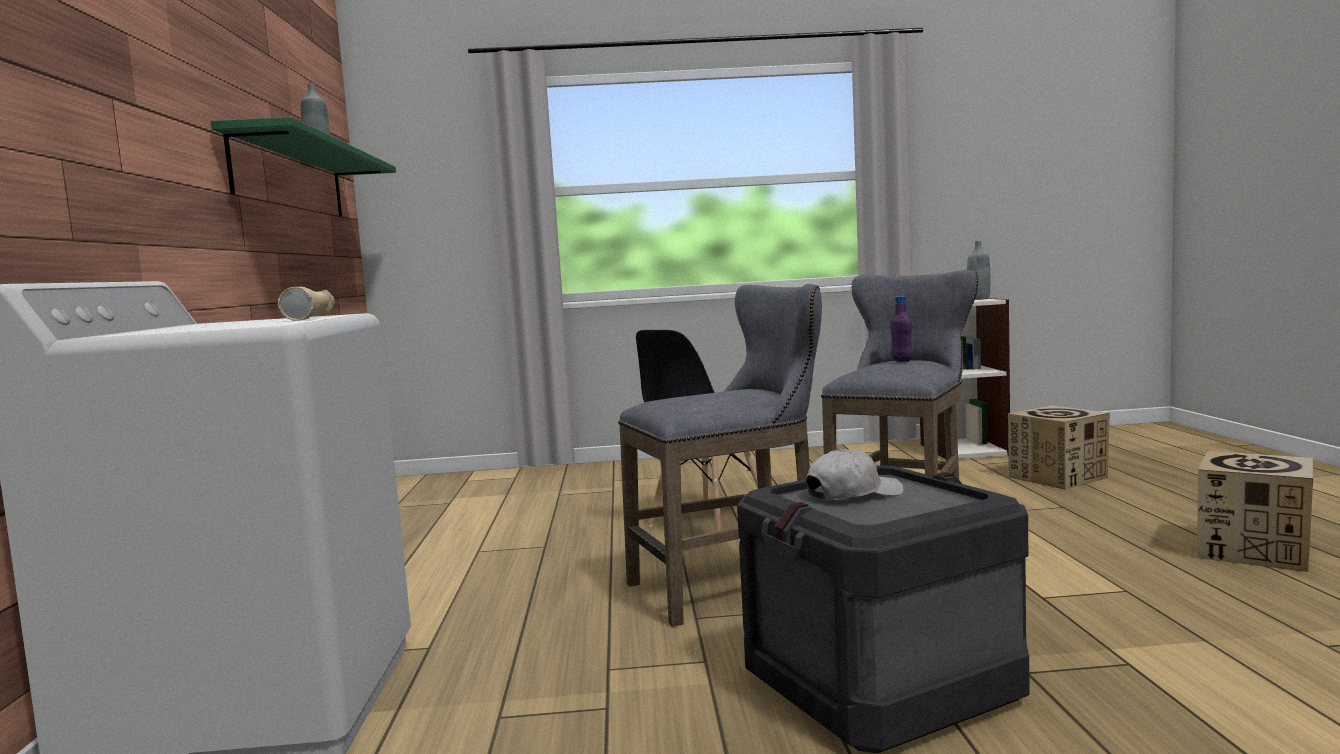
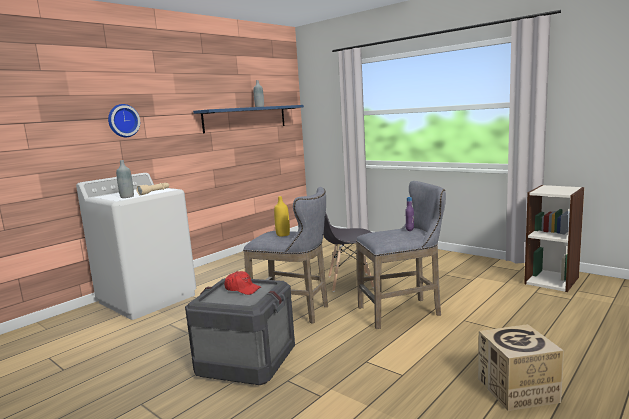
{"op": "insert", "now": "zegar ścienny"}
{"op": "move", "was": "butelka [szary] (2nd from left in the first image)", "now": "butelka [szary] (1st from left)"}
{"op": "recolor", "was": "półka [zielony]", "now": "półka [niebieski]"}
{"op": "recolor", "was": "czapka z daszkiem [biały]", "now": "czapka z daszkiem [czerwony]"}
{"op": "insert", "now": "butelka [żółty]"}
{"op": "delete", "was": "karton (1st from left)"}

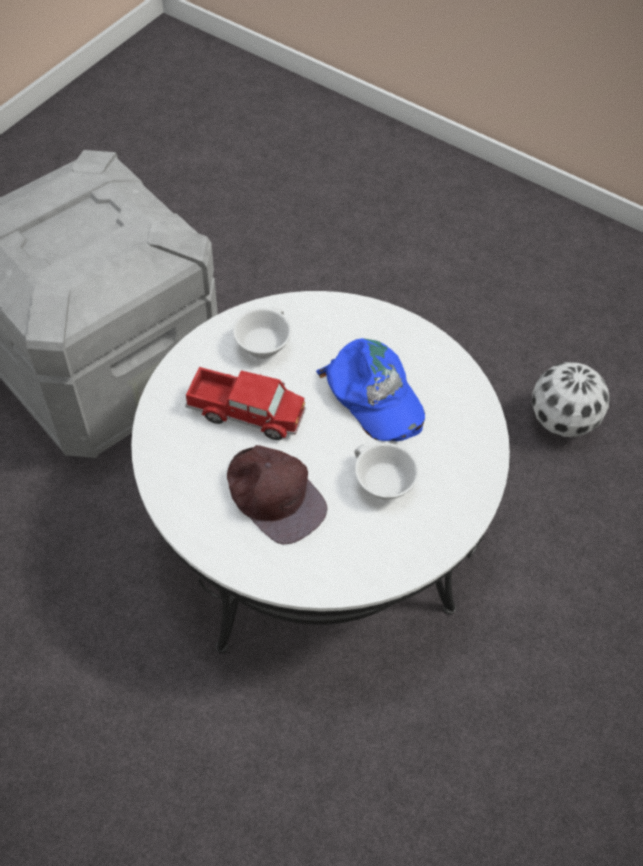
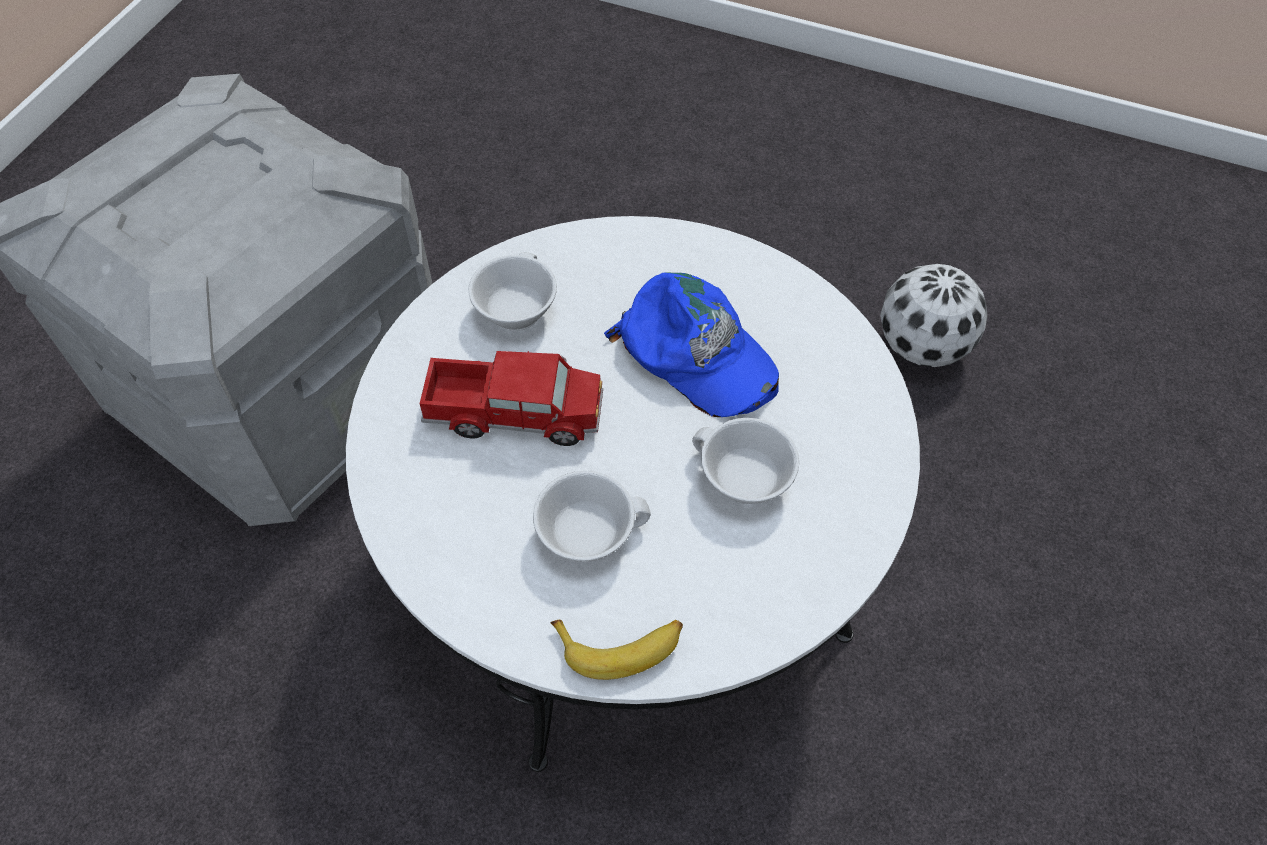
{"op": "replace", "was": "czapka z daszkiem [brązowy]", "now": "filiżanka [biały] (2nd from left)"}
{"op": "insert", "now": "banan"}

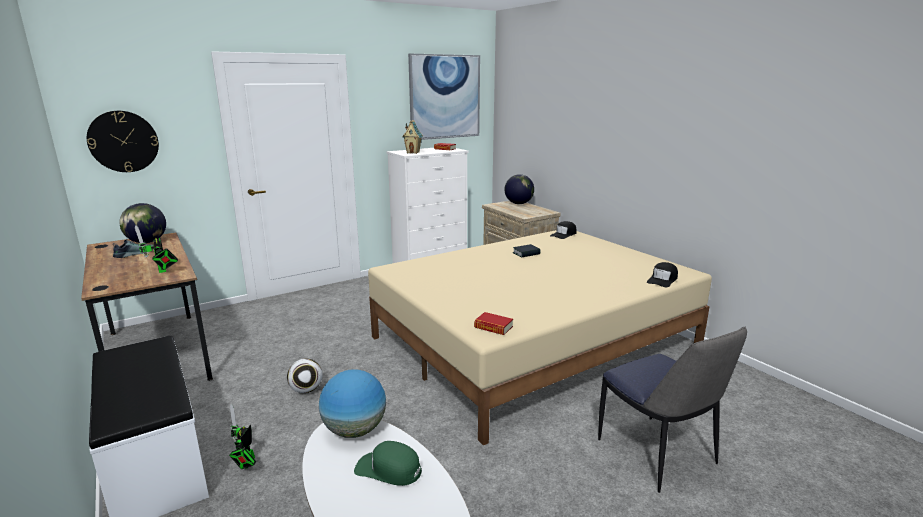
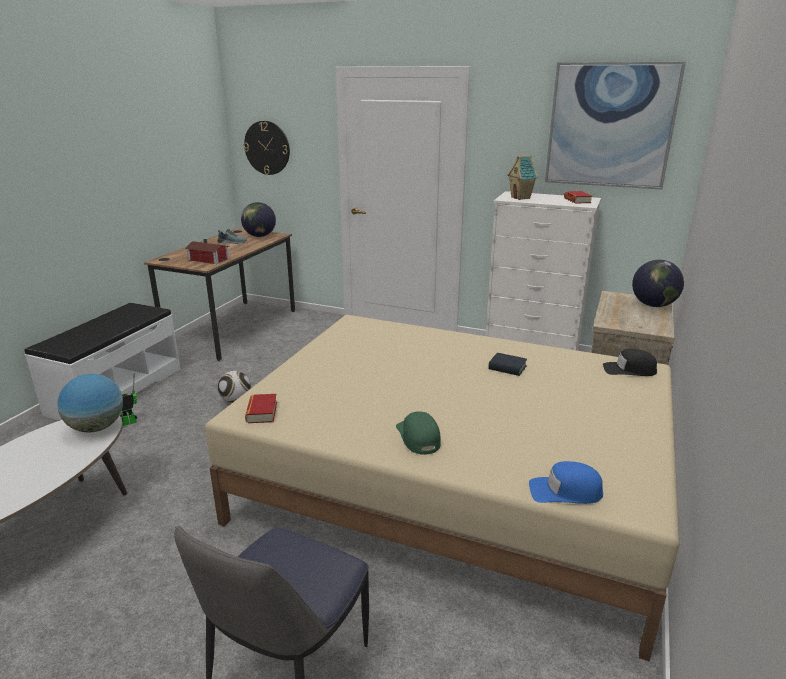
{"op": "replace", "was": "robot zabawkowy (1st from left)", "now": "domek (1st from left)"}
{"op": "move", "was": "czapka z daszkiem [zielony]"}
{"op": "recolor", "was": "czapka z daszkiem [czarny] (2nd from left)", "now": "czapka z daszkiem [niebieski]"}

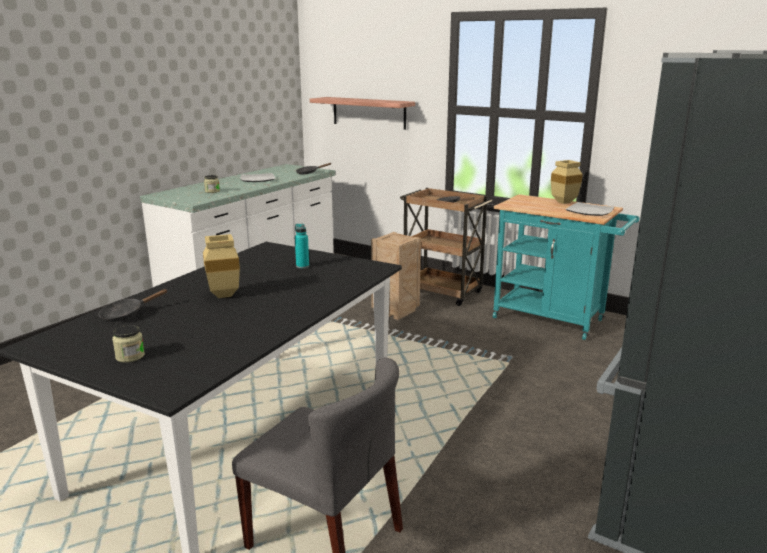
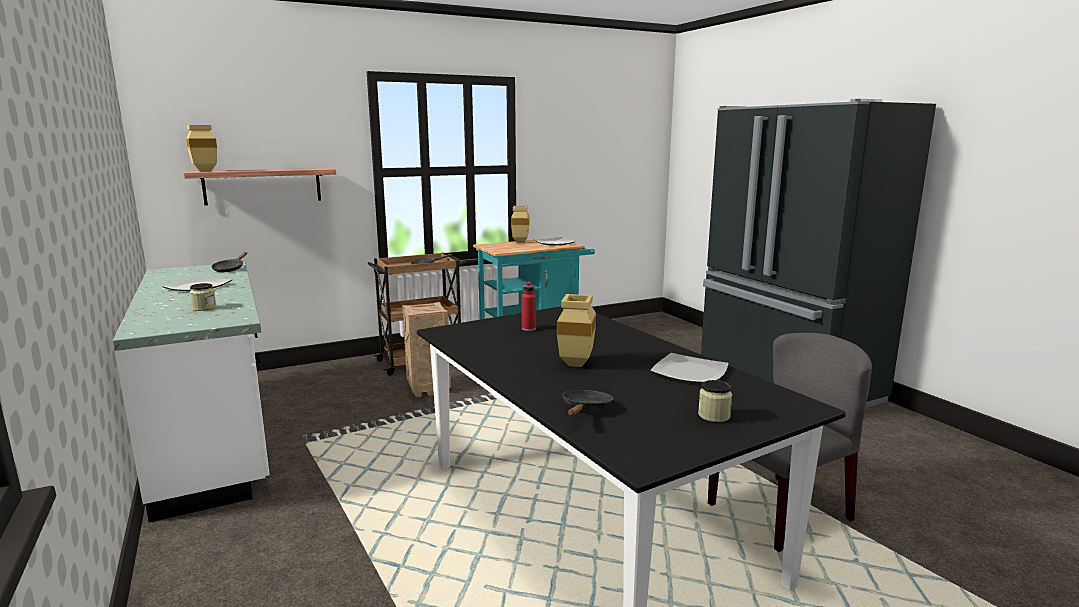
{"op": "insert", "now": "wazon [beżowy] (1st from left)"}
{"op": "recolor", "was": "butelka [turkusowy]", "now": "butelka [czerwony]"}
{"op": "rotate", "was": "patelnia [czarny] (1st from left in the first image)", "clockwise": -150}
{"op": "insert", "now": "talerz (3rd from left)"}

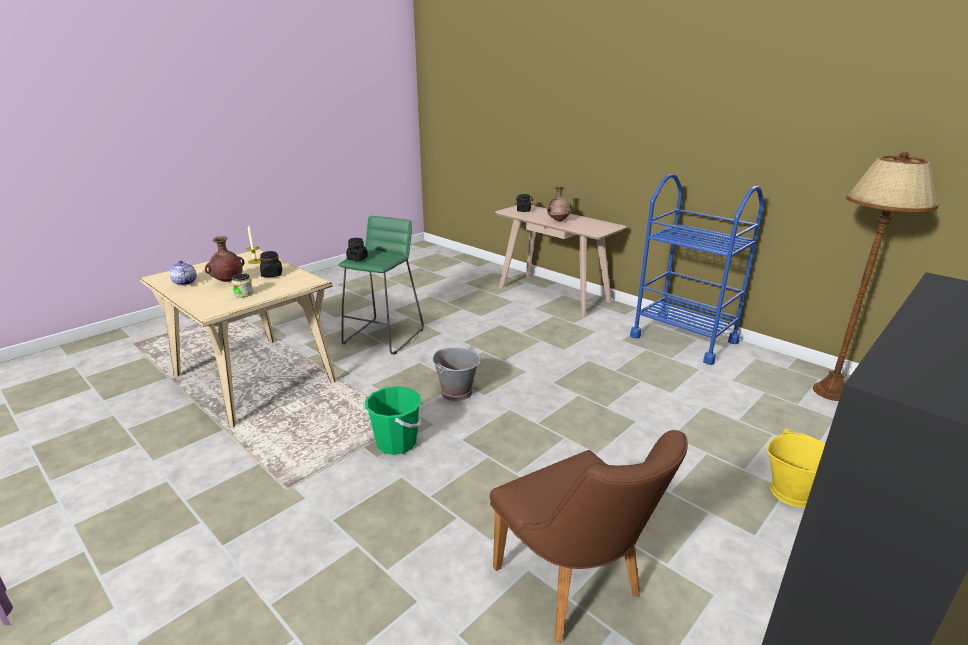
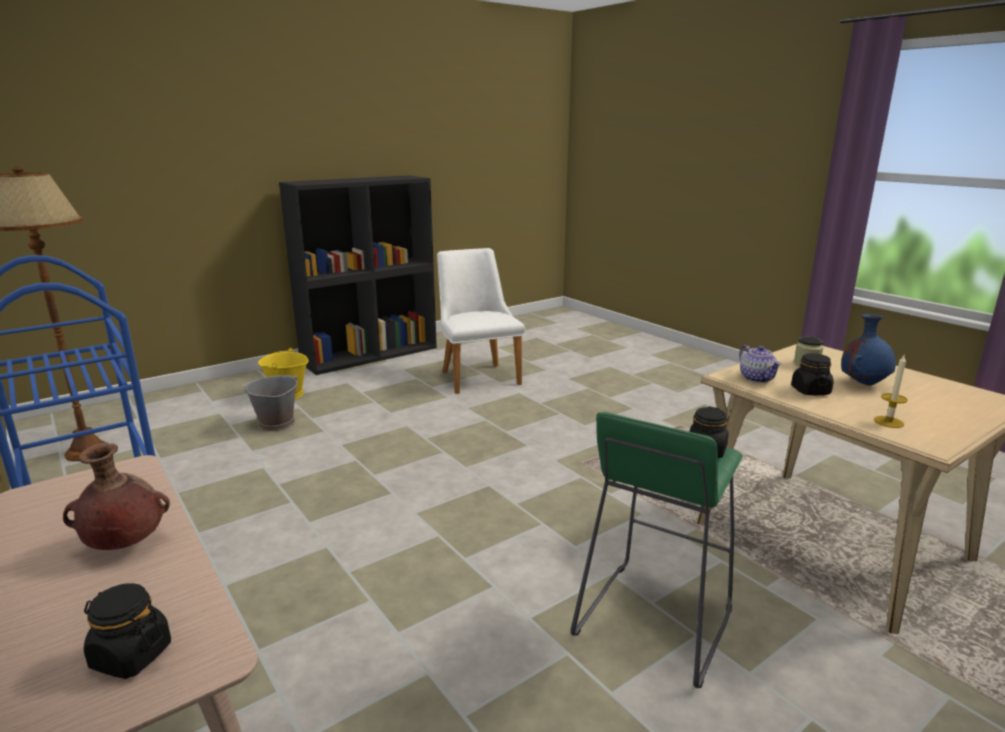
{"op": "move", "was": "wiadro [szary]"}
{"op": "recolor", "was": "krzesło [brązowy]", "now": "krzesło [biały]"}
{"op": "move", "was": "imbryk"}
{"op": "recolor", "was": "wazon [brązowy] (1st from left)", "now": "wazon [niebieski]"}
{"op": "delete", "was": "wiadro [zielony]"}

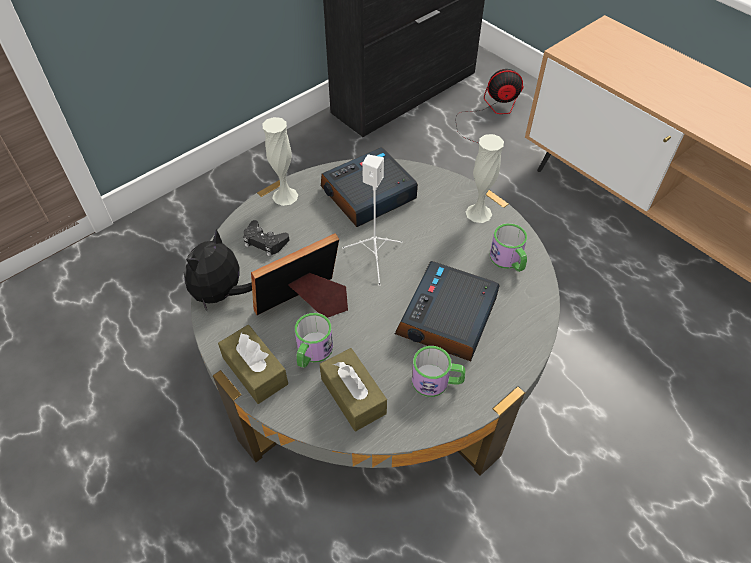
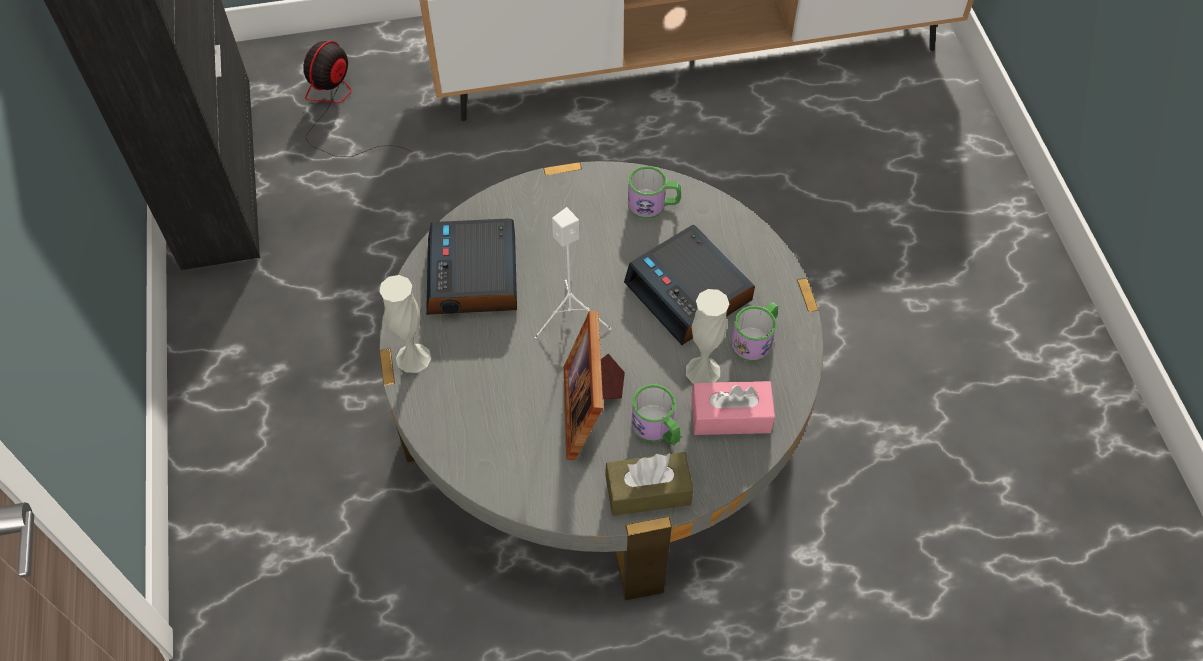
{"op": "move", "was": "wazon [biały] (2nd from left)"}
{"op": "recolor", "was": "pudełko chusteczek [brązowy] (2nd from left)", "now": "pudełko chusteczek [różowy]"}
{"op": "delete", "was": "pluszak"}
{"op": "delete", "was": "pad do gier [czarny]"}

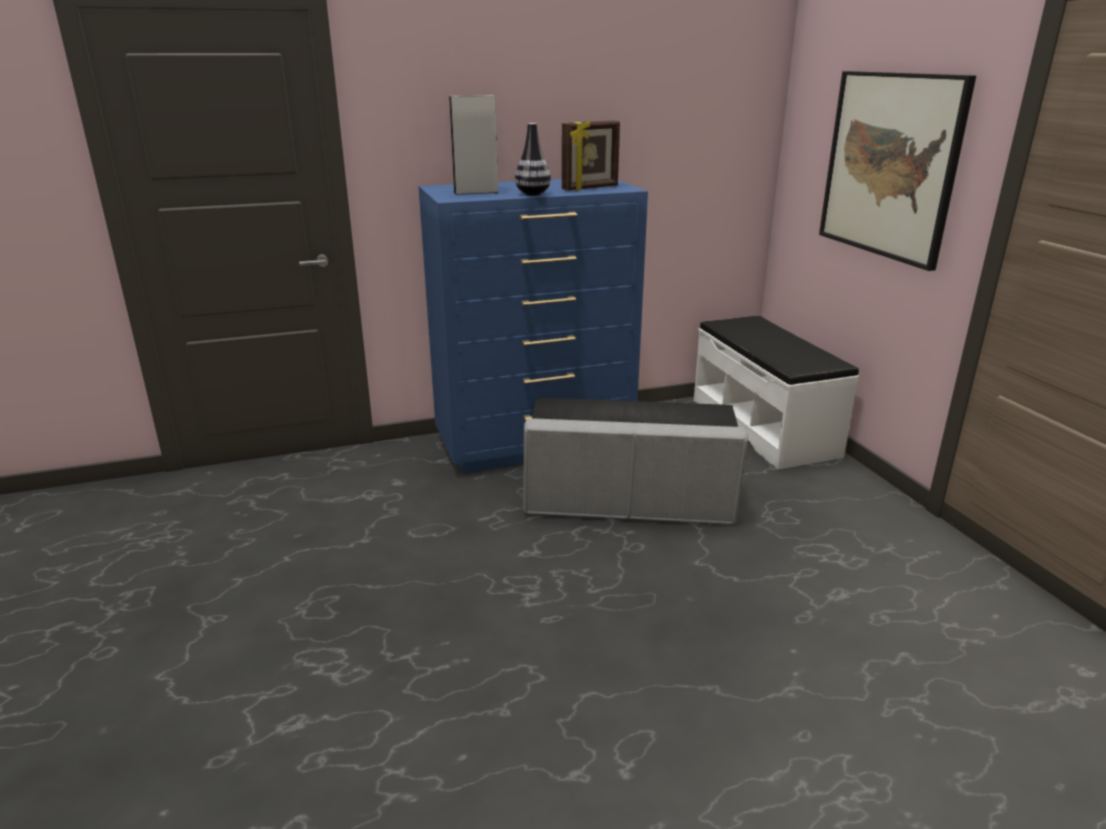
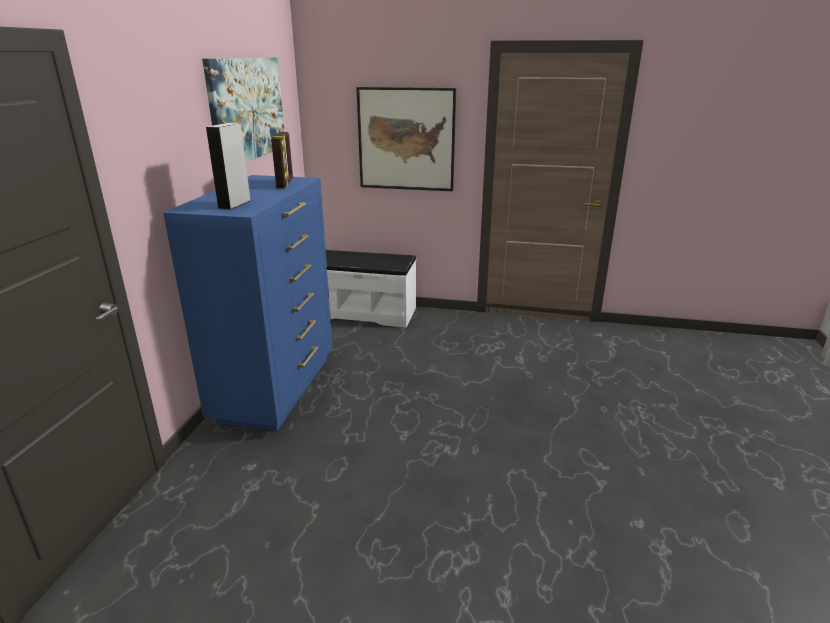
{"op": "insert", "now": "obraz (1st from left)"}
{"op": "delete", "was": "wazon"}
{"op": "delete", "was": "pufa [szary]"}

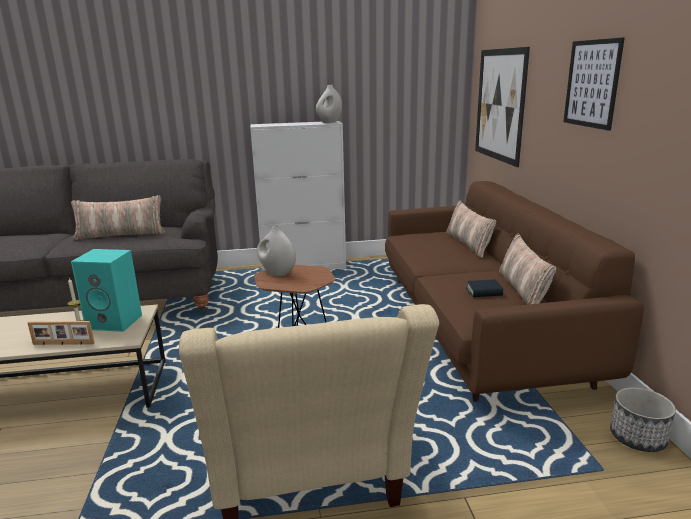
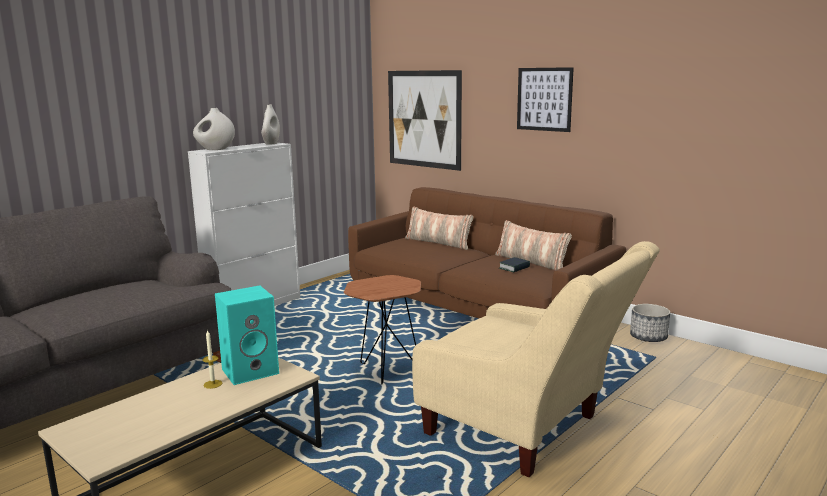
{"op": "move", "was": "wazon [biały] (1st from left)"}
{"op": "delete", "was": "ramka na zdjęcie"}
{"op": "delete", "was": "poduszka (1st from left)"}

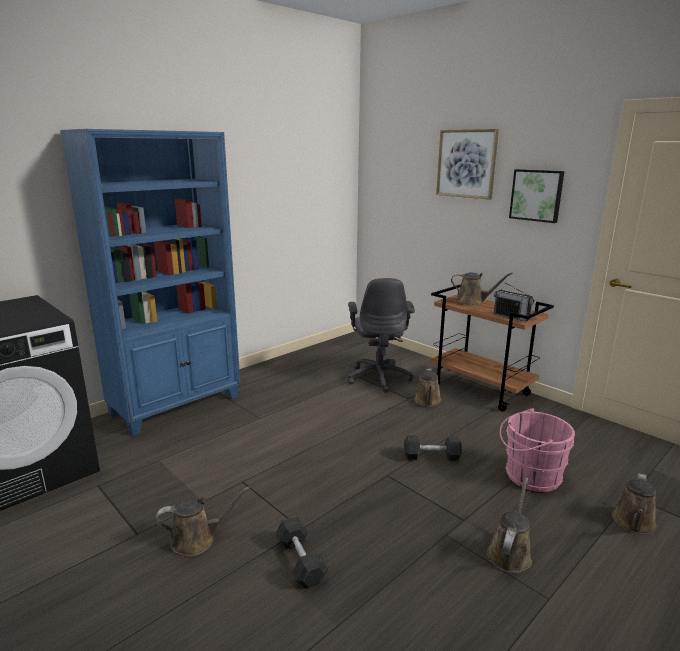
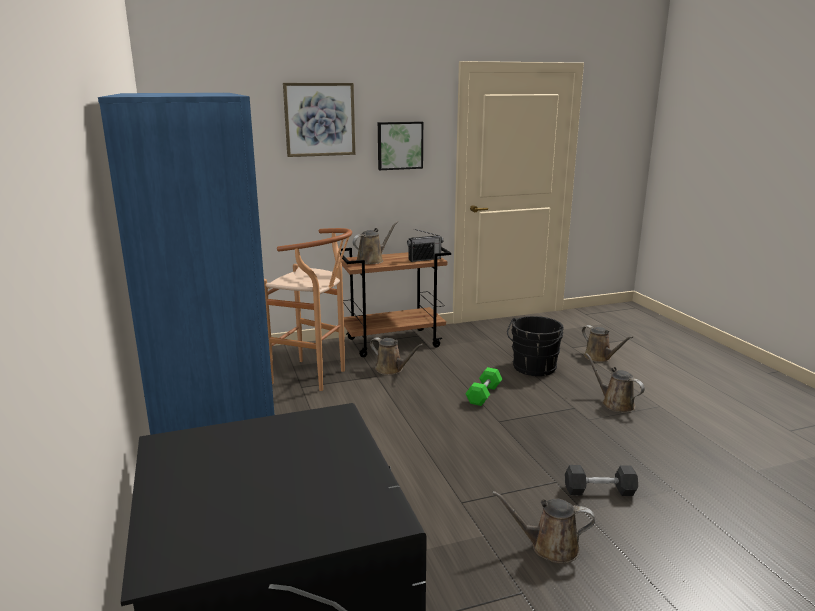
{"op": "replace", "was": "krzesło biurowe [szary]", "now": "stołek [brązowy]"}
{"op": "recolor", "was": "hantel [szary] (2nd from left)", "now": "hantel [zielony]"}
{"op": "rotate", "was": "konewka [brązowy] (1st from left in the first image)", "clockwise": -90}
{"op": "recolor", "was": "wiadro [różowy]", "now": "wiadro [czarny]"}

